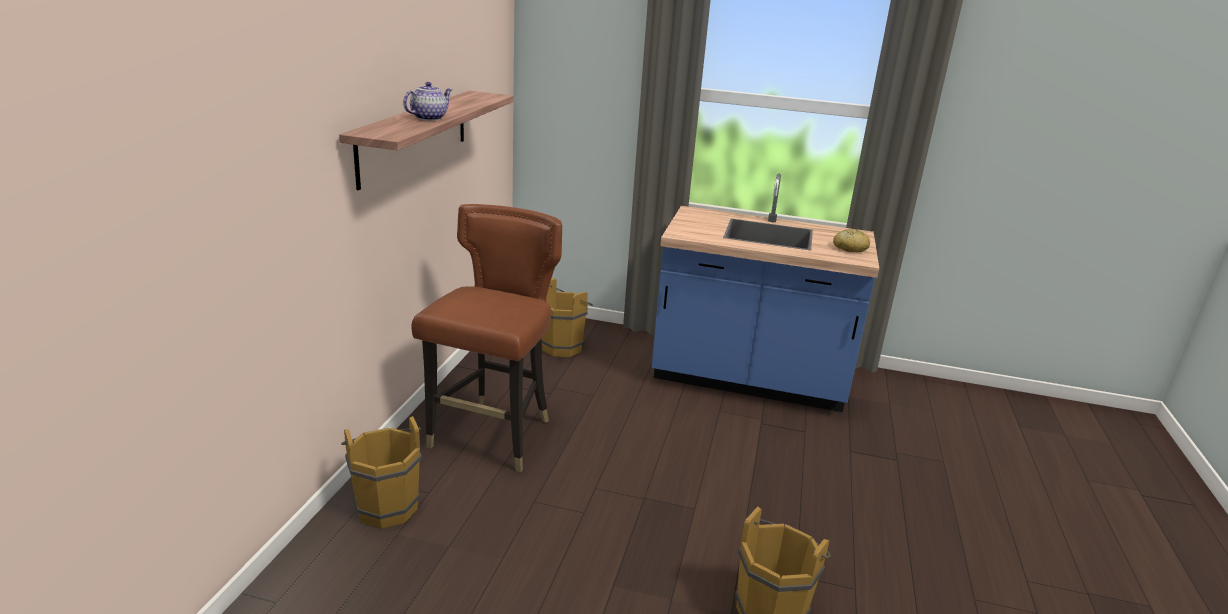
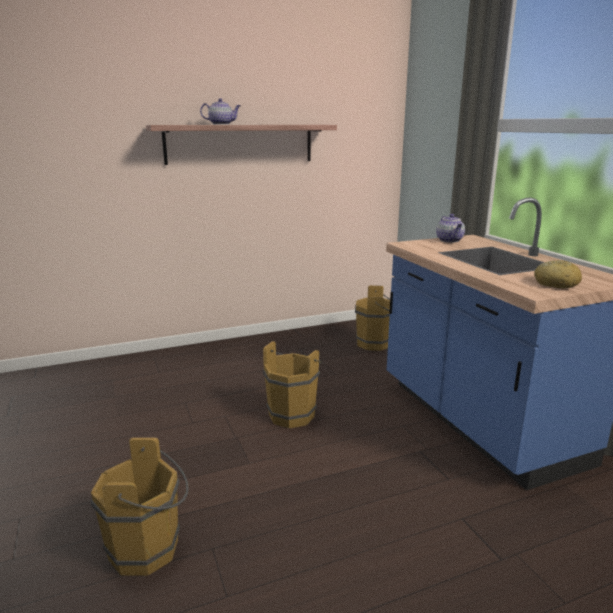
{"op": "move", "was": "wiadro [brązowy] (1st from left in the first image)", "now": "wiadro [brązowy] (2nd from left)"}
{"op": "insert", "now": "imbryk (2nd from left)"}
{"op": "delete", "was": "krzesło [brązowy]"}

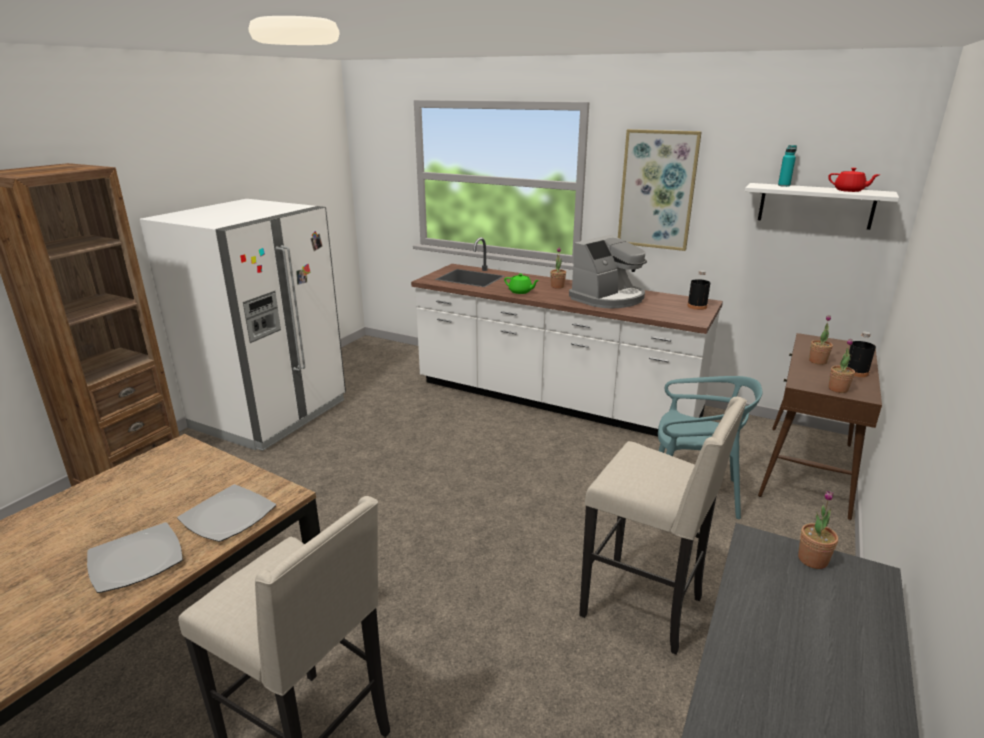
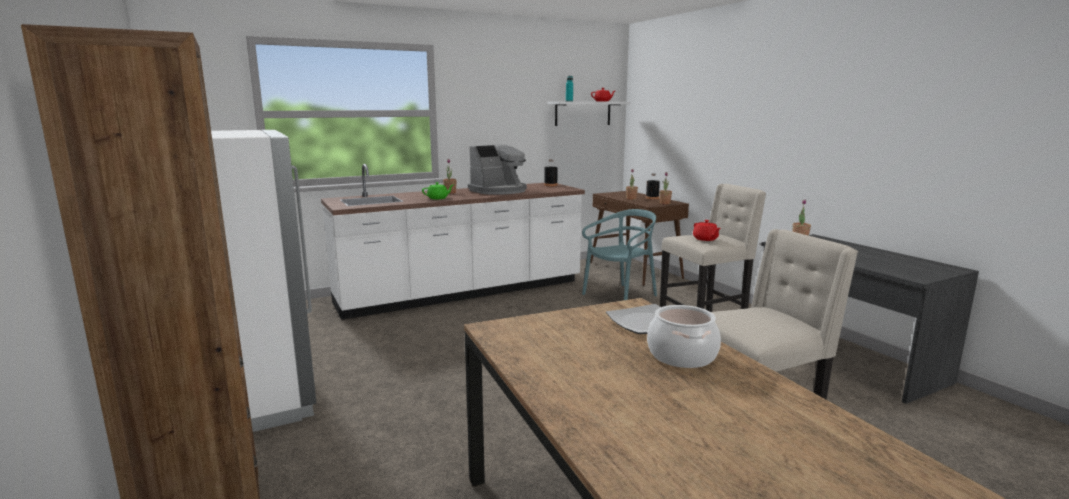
{"op": "rotate", "was": "ekspres do kawy", "clockwise": 60}
{"op": "replace", "was": "talerz (1st from left)", "now": "garnek"}
{"op": "insert", "now": "imbryk [czerwony] (2nd from left)"}
{"op": "delete", "was": "obraz"}

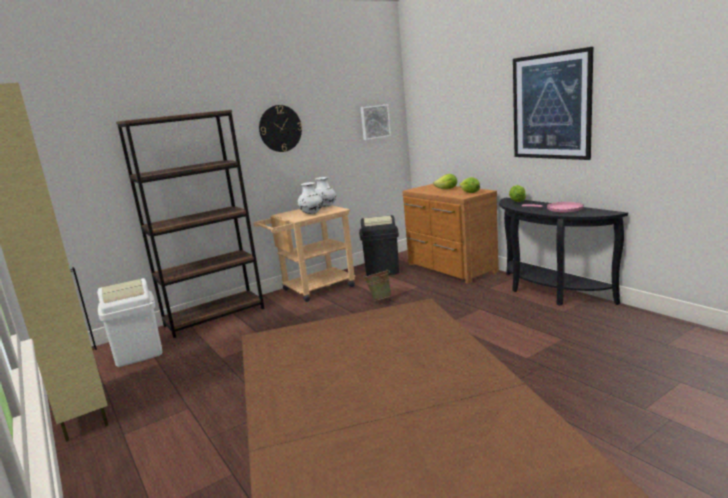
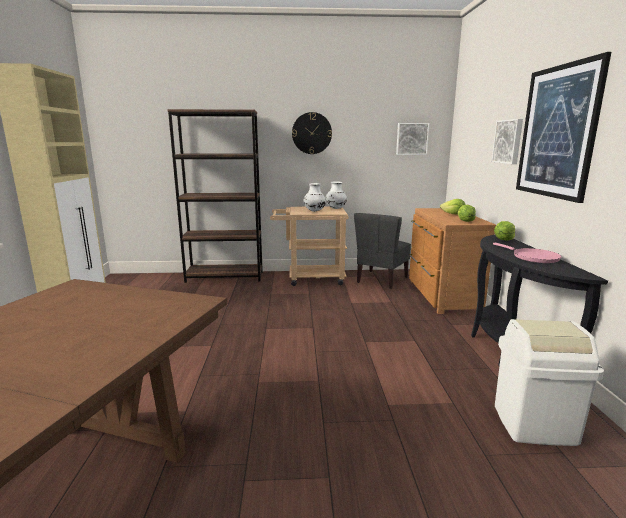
{"op": "replace", "was": "kosz na śmieci [czarny]", "now": "krzesło [szary]"}
{"op": "insert", "now": "obraz (2nd from left)"}
{"op": "move", "was": "kosz na śmieci [biały]"}
{"op": "delete", "was": "wiadro [zielony]"}

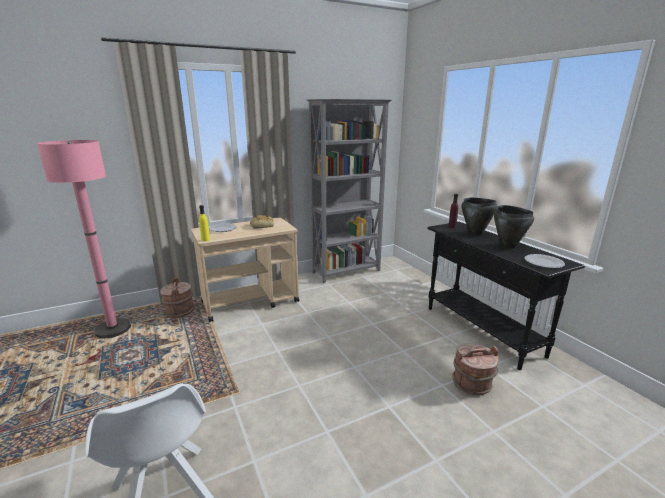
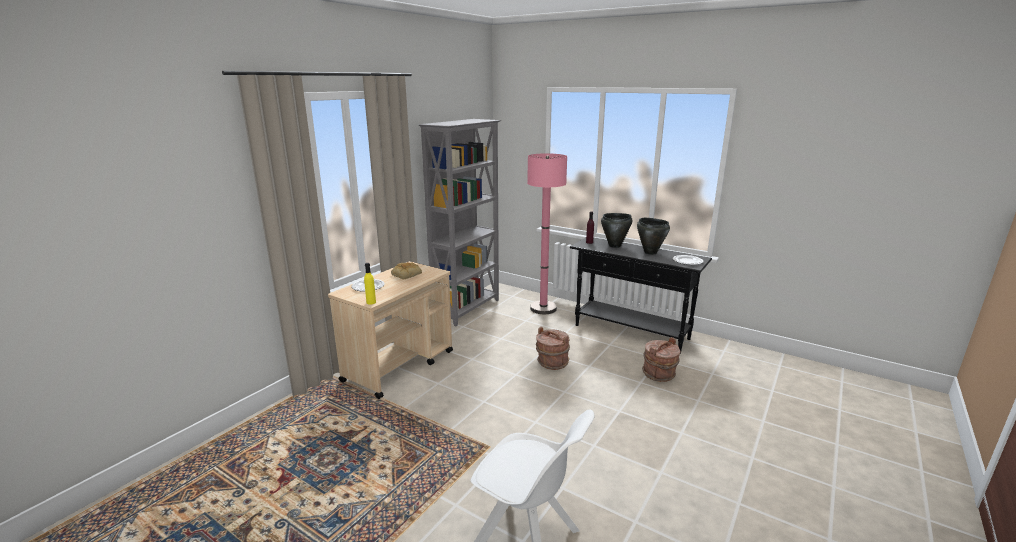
{"op": "move", "was": "lampa stojąca [różowy]"}
{"op": "move", "was": "wiadro [brązowy] (1st from left)"}

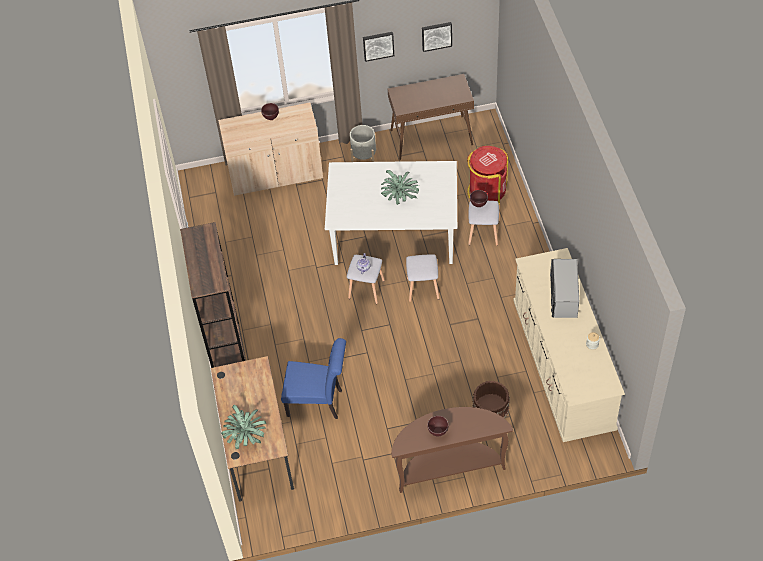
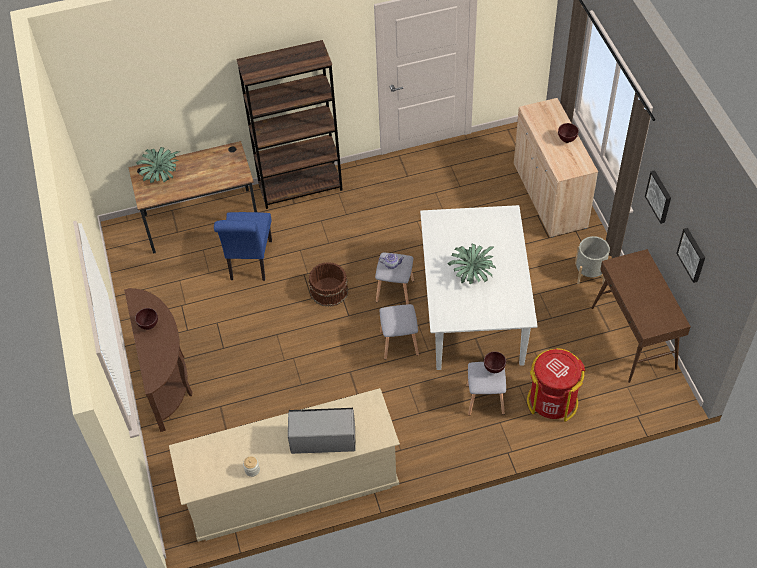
{"op": "move", "was": "wiadro [brązowy]"}

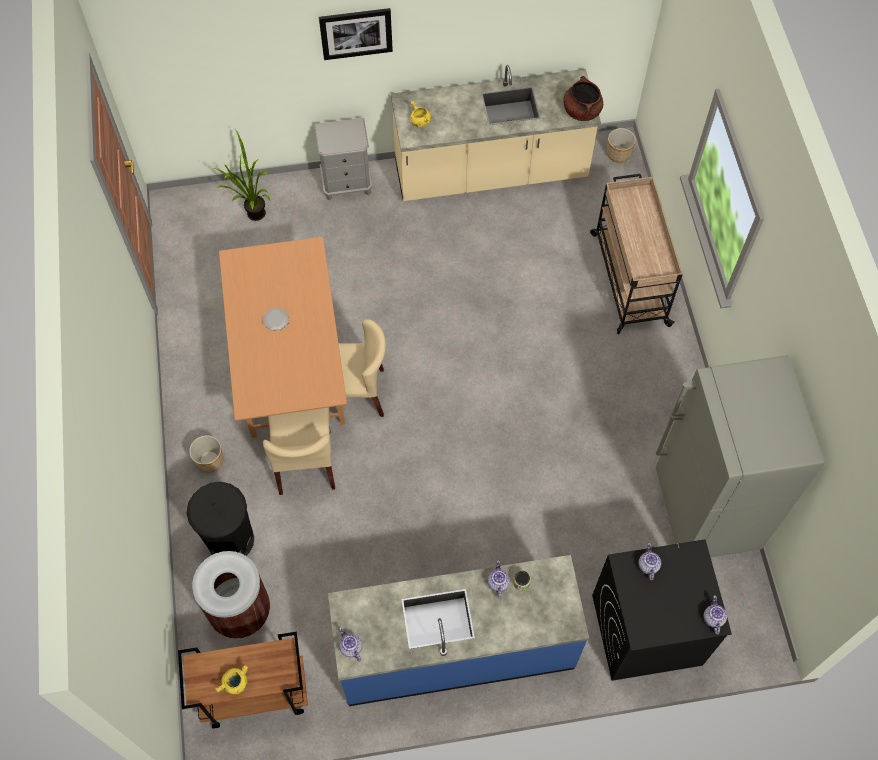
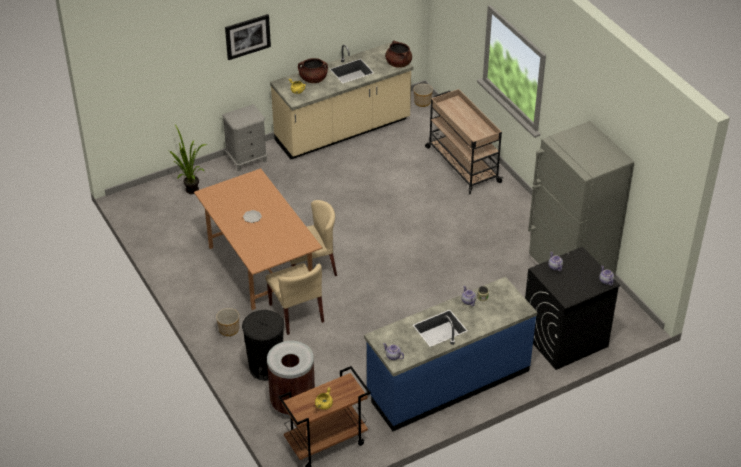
{"op": "insert", "now": "garnek [brązowy] (1st from left)"}

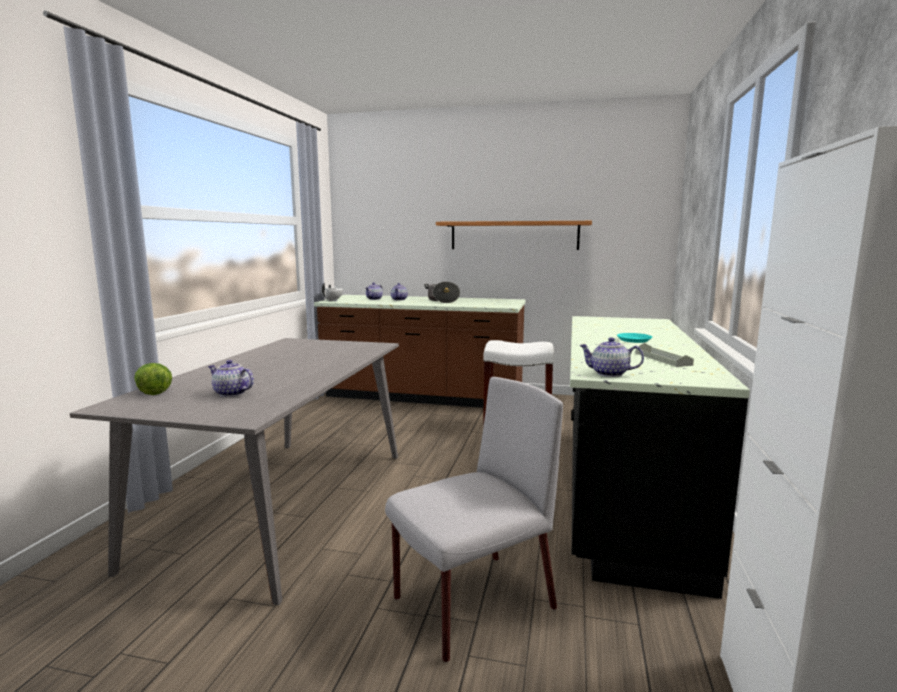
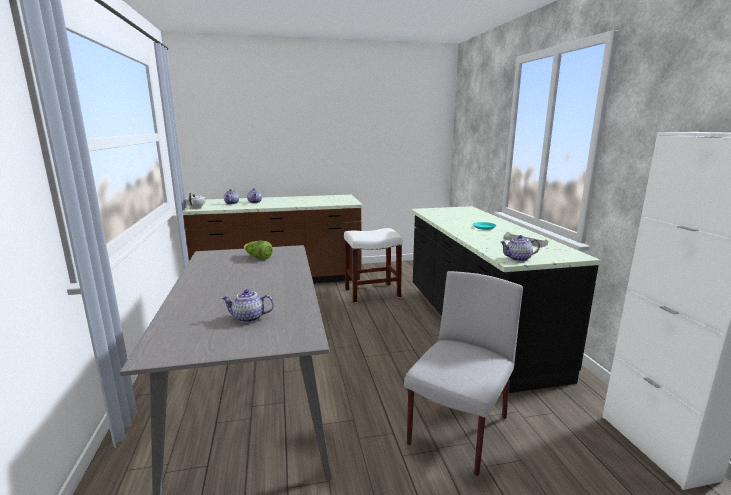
{"op": "move", "was": "sałata"}
{"op": "delete", "was": "garnek"}
{"op": "delete", "was": "półka"}

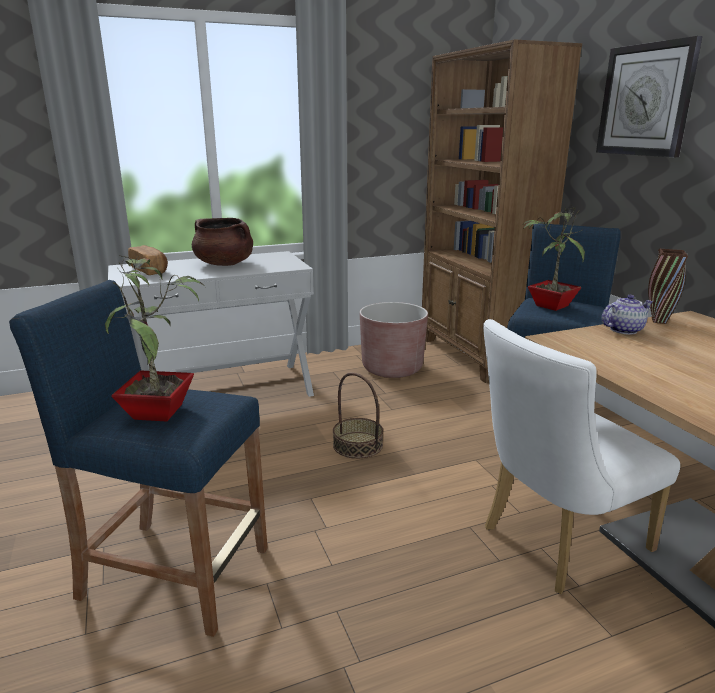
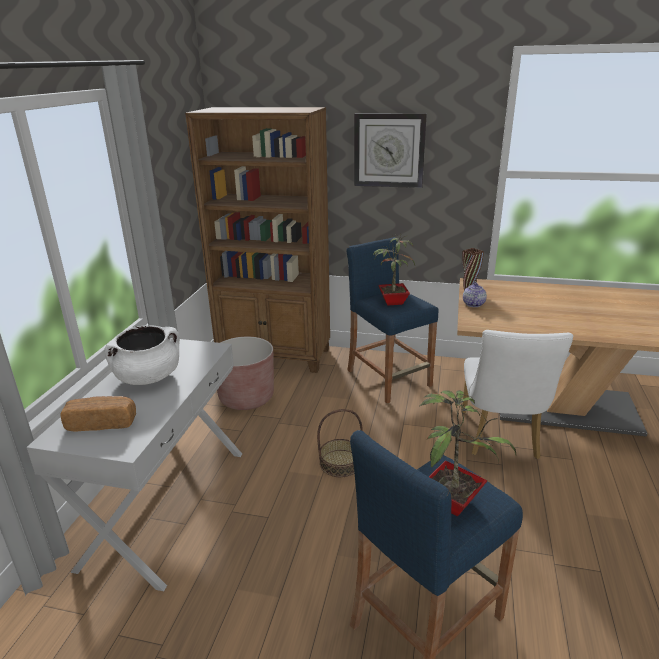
{"op": "recolor", "was": "garnek [brązowy]", "now": "garnek [biały]"}

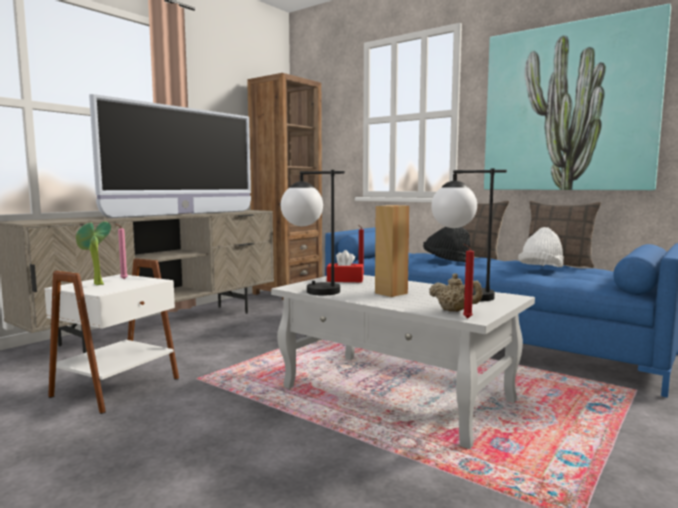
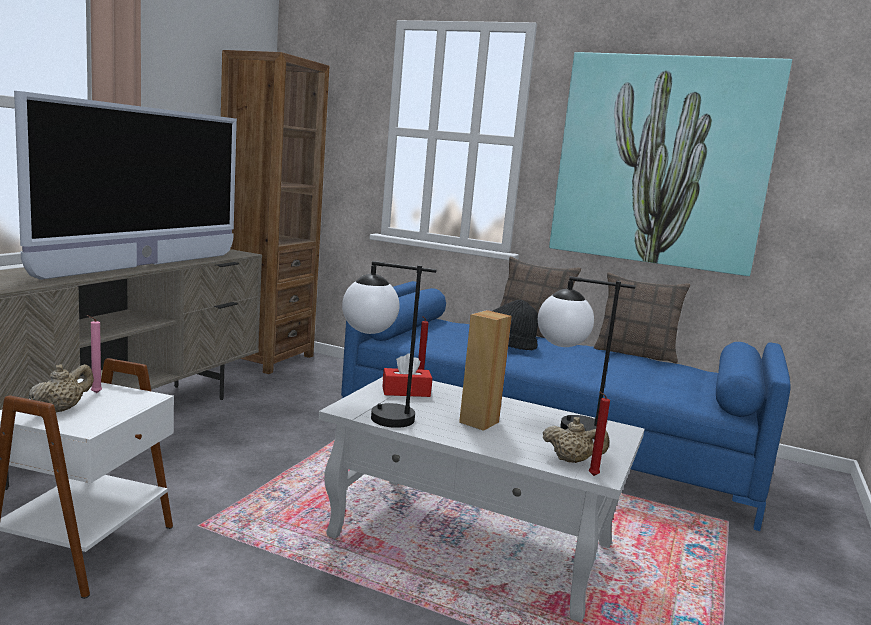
{"op": "replace", "was": "roślina doniczkowa", "now": "imbryk [beżowy] (1st from left)"}
{"op": "delete", "was": "kapelusz [biały]"}

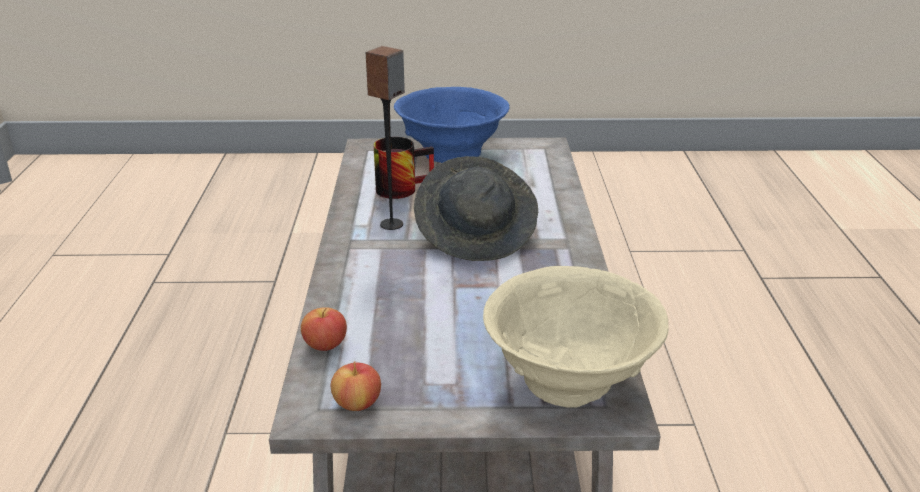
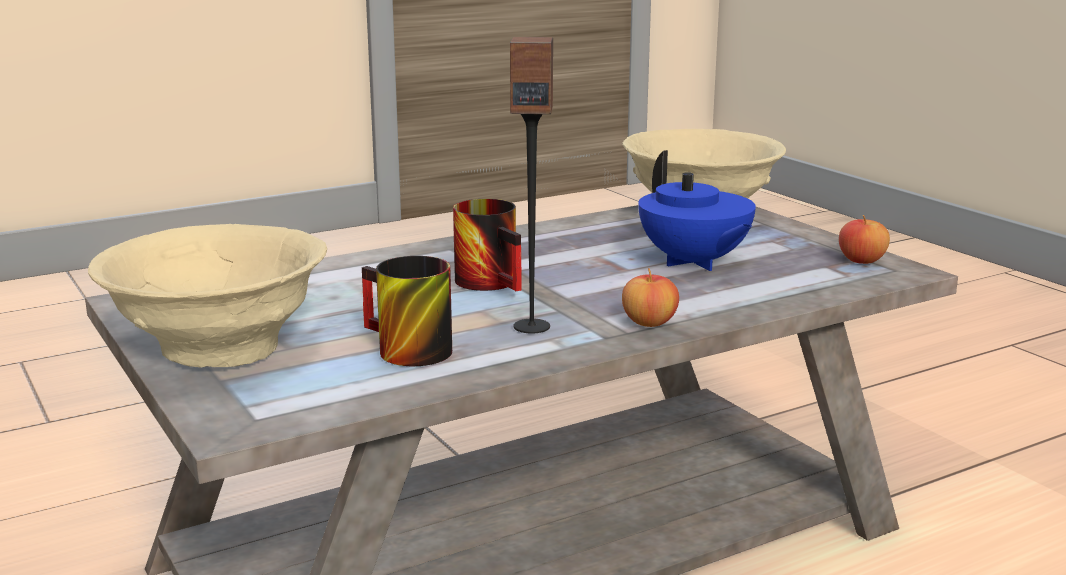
{"op": "recolor", "was": "miska [niebieski]", "now": "miska [beżowy] (1st from left)"}
{"op": "replace", "was": "kapelusz [szary]", "now": "kubek (2nd from left)"}
{"op": "move", "was": "jabłko (1st from left)"}
{"op": "insert", "now": "imbryk [niebieski]"}

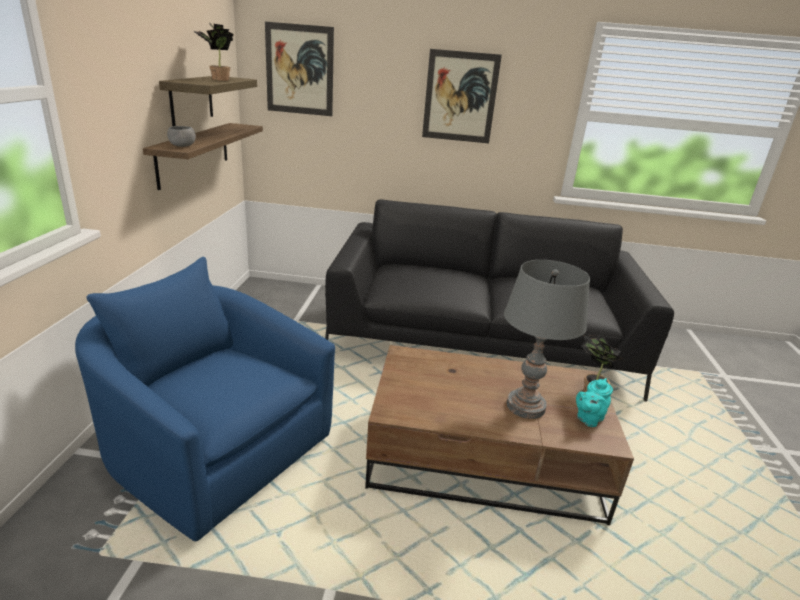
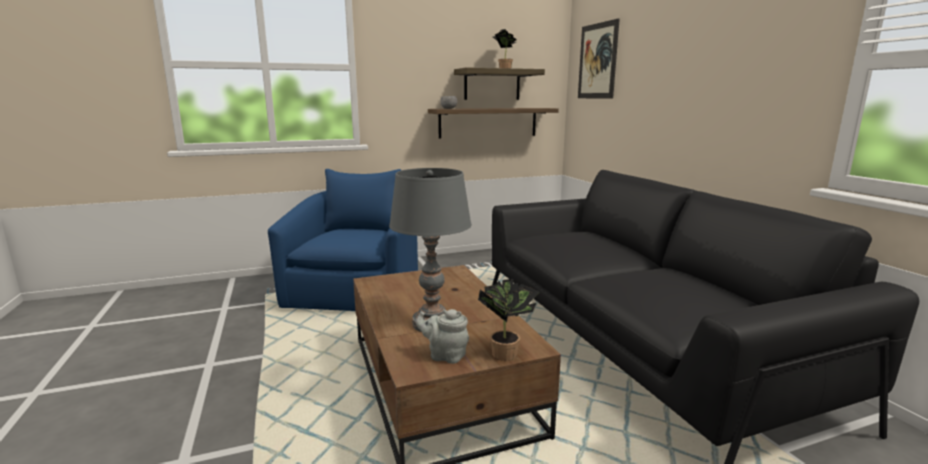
{"op": "recolor", "was": "imbryk [turkusowy]", "now": "imbryk [szary]"}
{"op": "delete", "was": "obraz (2nd from left)"}

